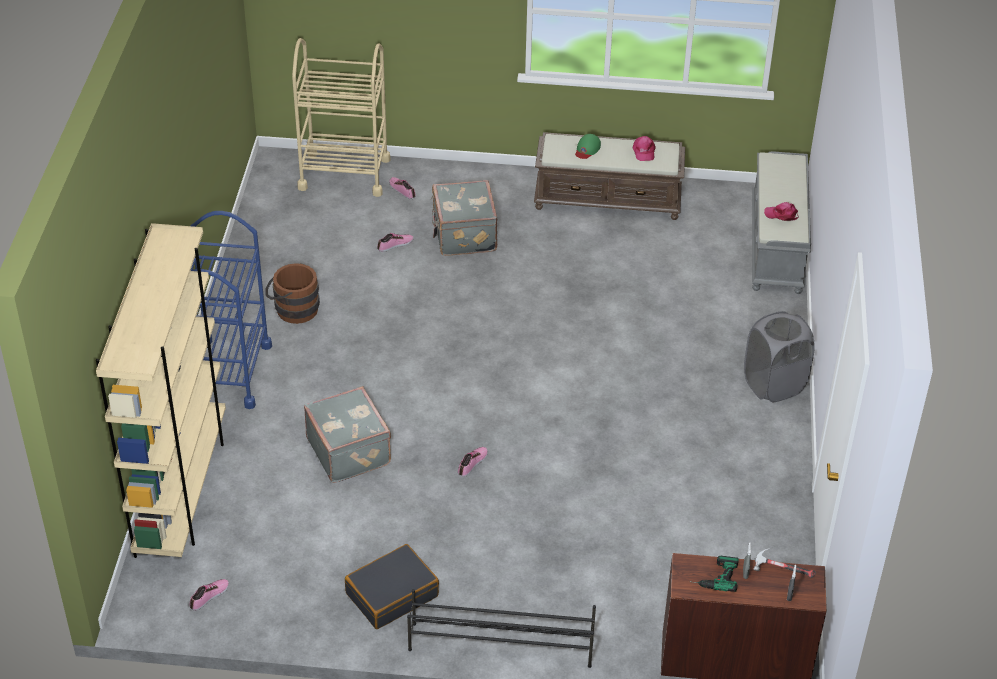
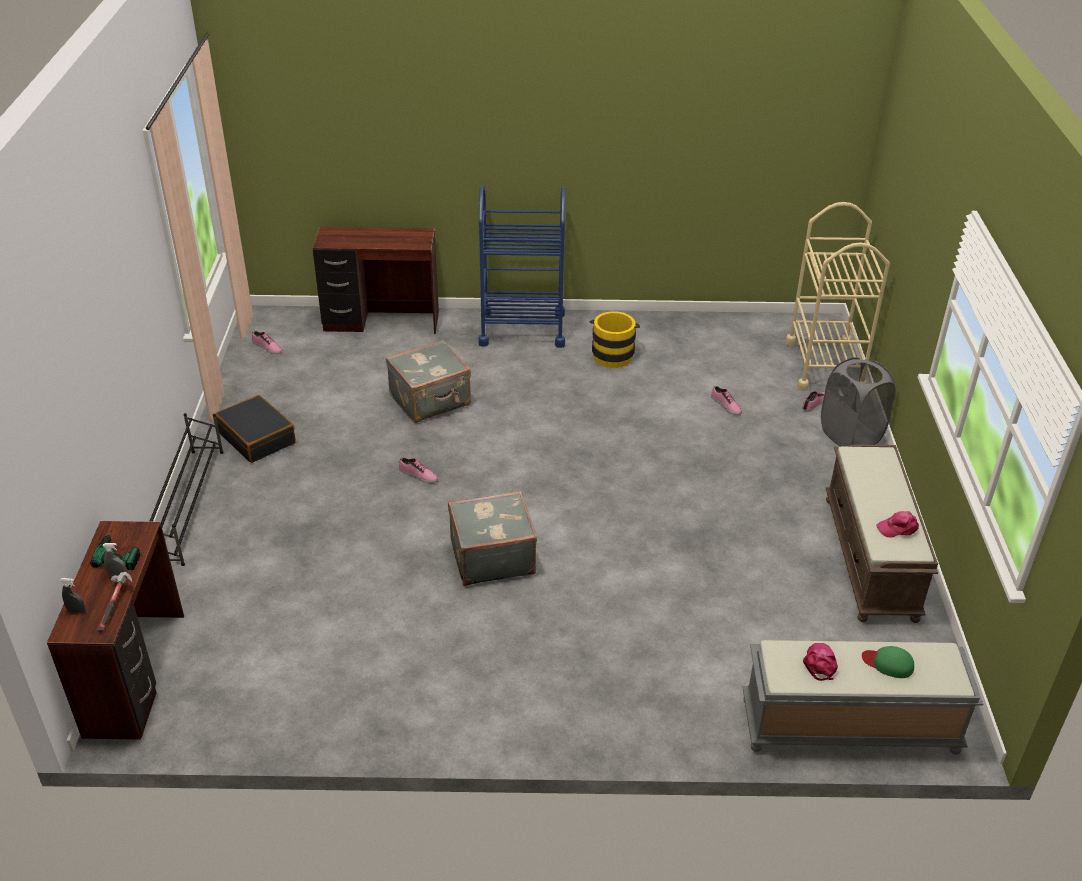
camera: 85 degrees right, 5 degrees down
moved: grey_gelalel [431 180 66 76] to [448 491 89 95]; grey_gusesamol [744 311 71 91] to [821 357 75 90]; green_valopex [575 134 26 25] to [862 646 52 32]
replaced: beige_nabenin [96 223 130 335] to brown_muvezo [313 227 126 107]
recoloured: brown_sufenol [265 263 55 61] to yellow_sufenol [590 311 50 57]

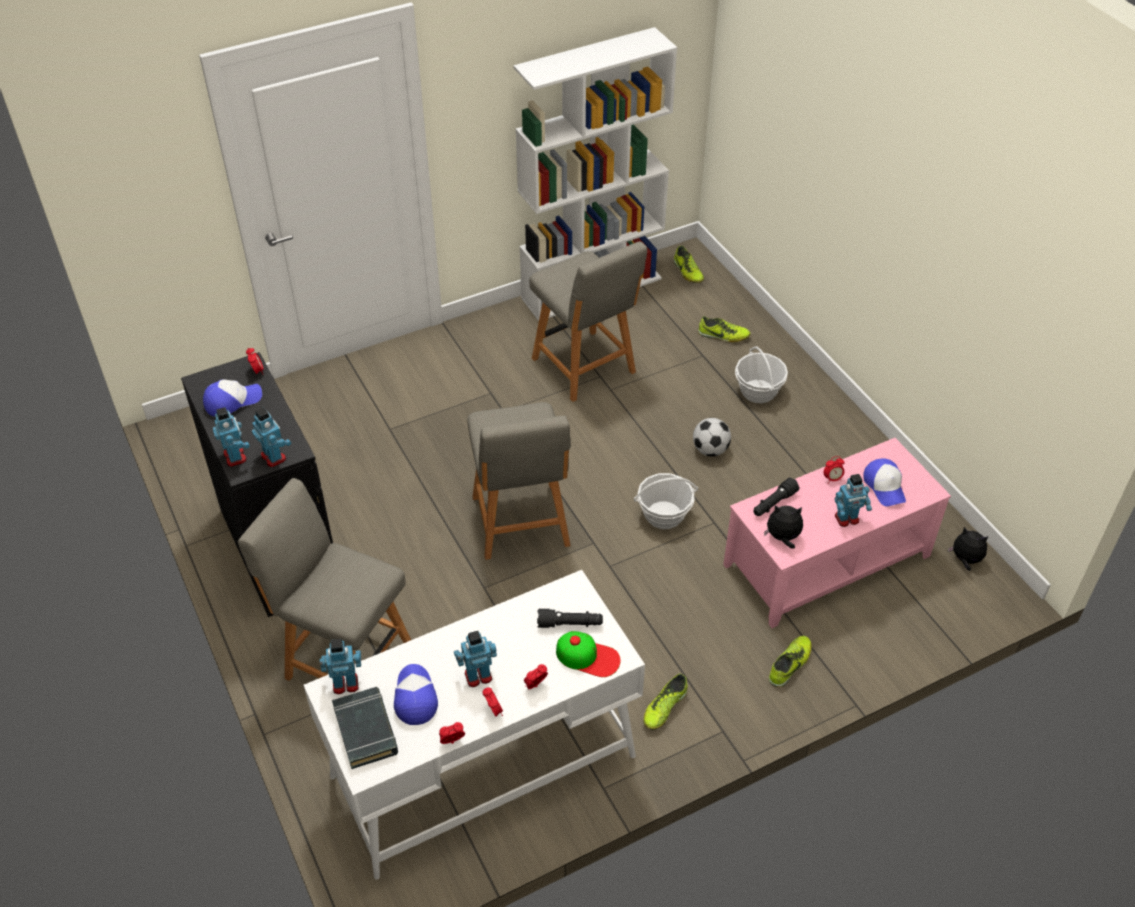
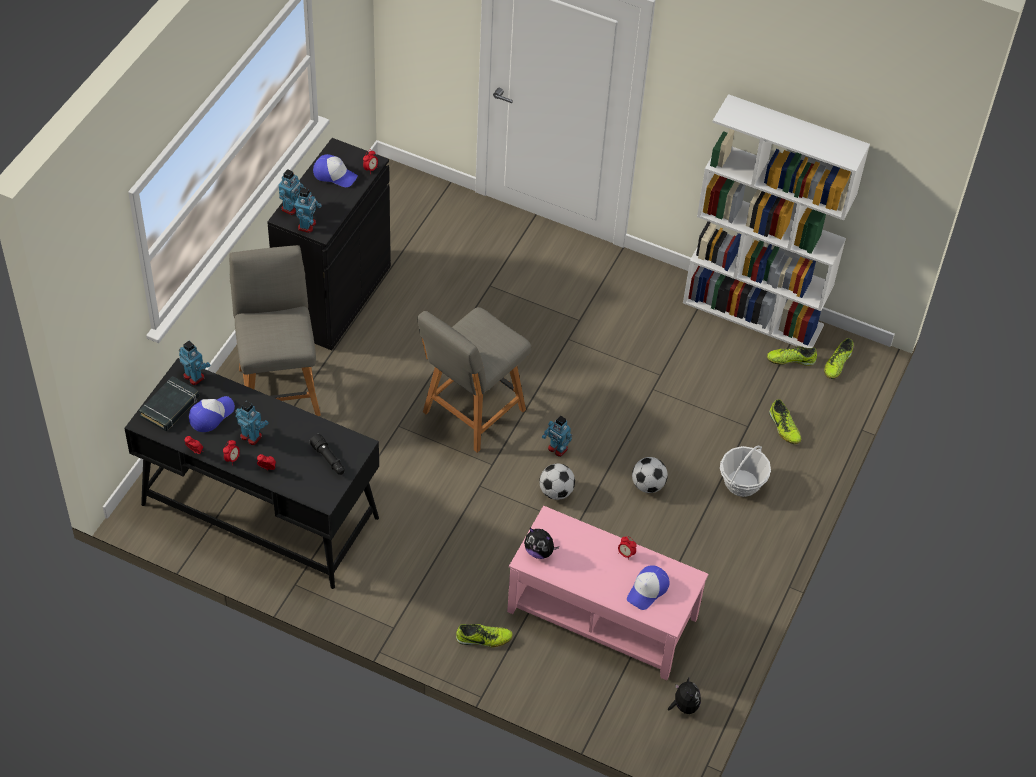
camera: 50 degrees right, 5 degrees up
removed: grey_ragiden [529 242 118 160]; valopex [556 631 65 46]; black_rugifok [753 478 47 38]
moved: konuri [835 474 37 53] to [542 415 30 42]; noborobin [643 674 45 56] to [767 346 50 20]
replaced: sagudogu [634 473 64 56] to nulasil [539 464 36 36]
recoloured: white_muvezo [304 570 341 310] to black_muvezo [124 358 255 231]
turned: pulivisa [764 505 39 44] = [524 528 35 31] 150 degrees clockwise

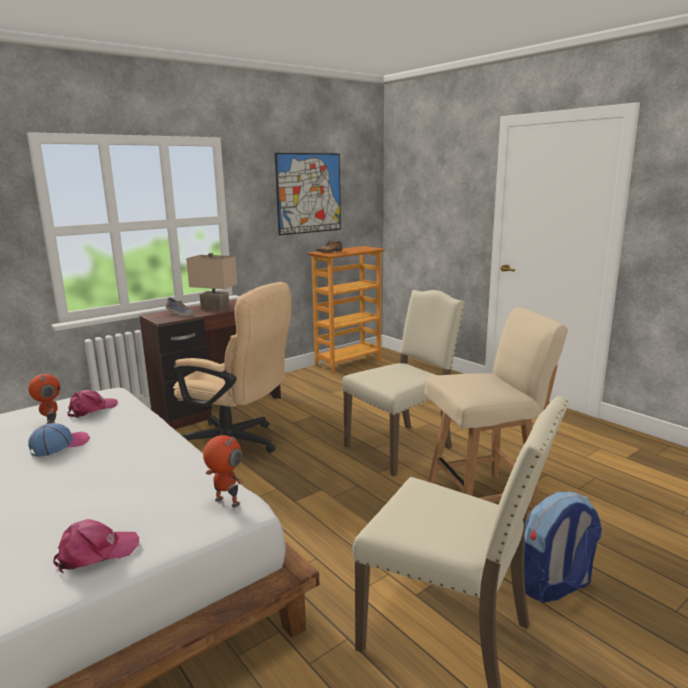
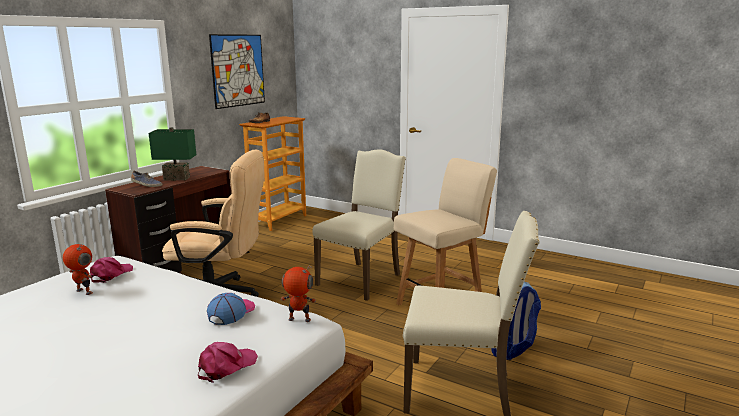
camera: 20 degrees left, 0 degrees up
moved: valopex [28 423 62 34] to [207 293 48 32]
recoloured: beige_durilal [186 253 51 58] to green_durilal [149 127 47 53]

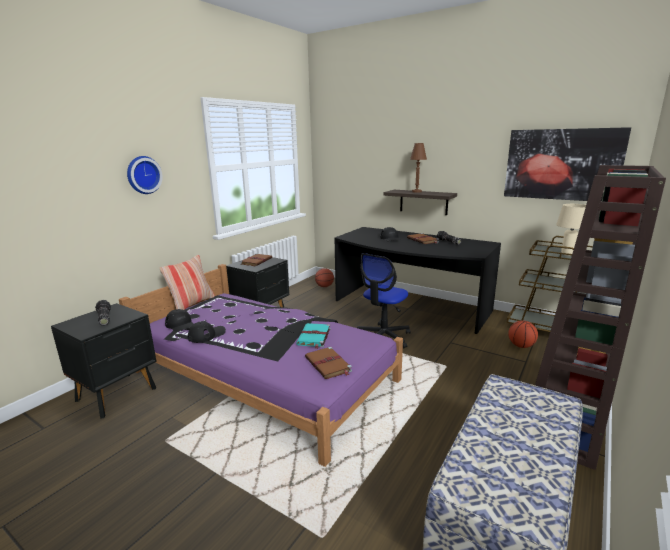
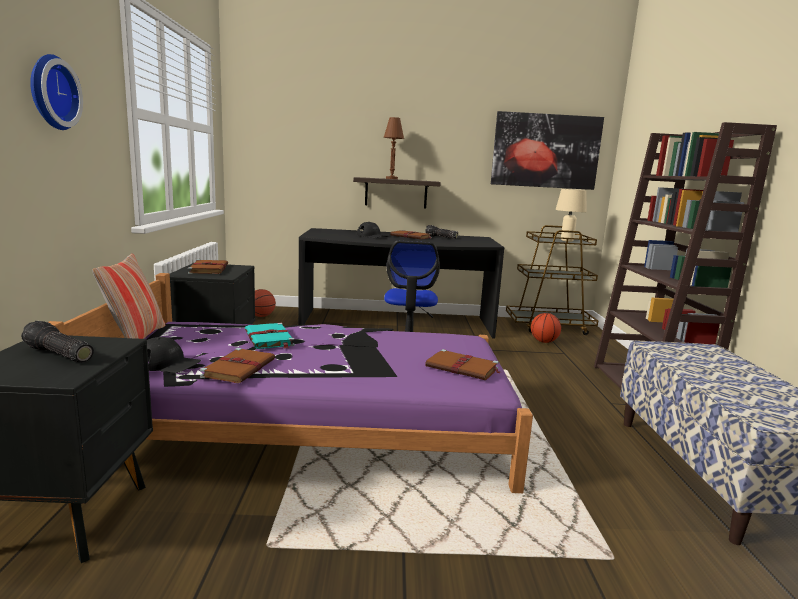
camera: 35 degrees left, 5 degrees down
moved: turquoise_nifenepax [296 323 35 26] to [245 323 50 26]
replaced: black_valopex [188 321 38 22] to brown_nifenepax [200 348 75 35]

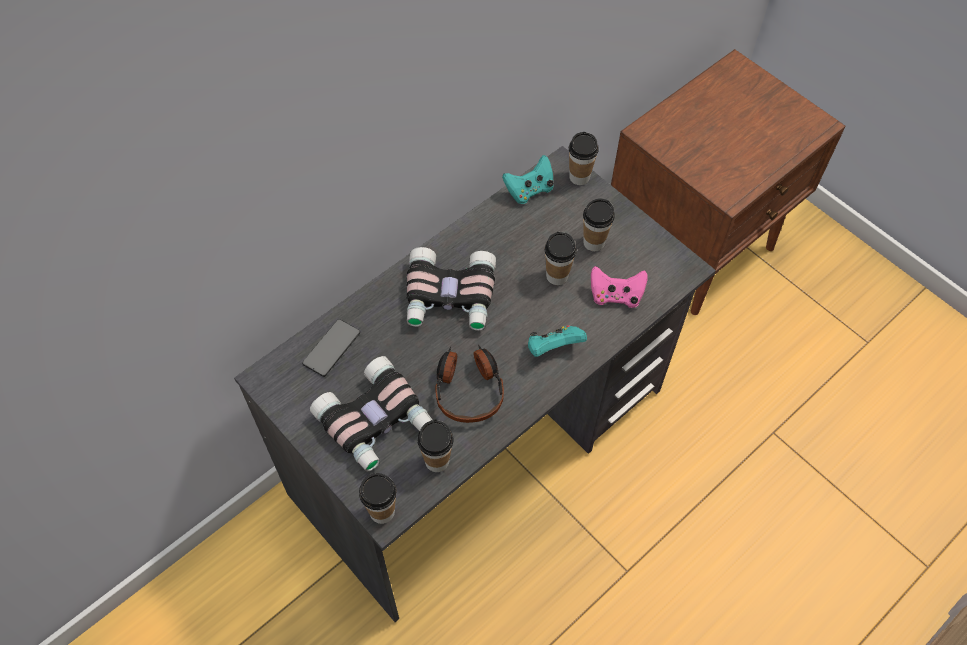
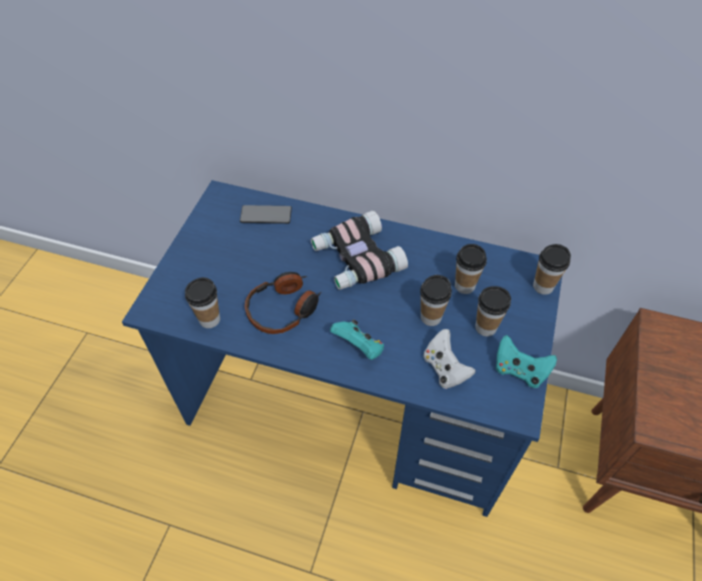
camera: 60 degrees right, 5 degrees down
removed: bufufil [310 356 122 116]
moved: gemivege [359 473 38 51] to [455 244 32 50]; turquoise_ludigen [502 155 52 49] to [496 335 61 53]
recoloured: grey_muvezo [234 146 482 476] to blue_muvezo [122 180 440 337]; pink_ludigen [591 266 57 42] to white_ludigen [424 329 51 60]

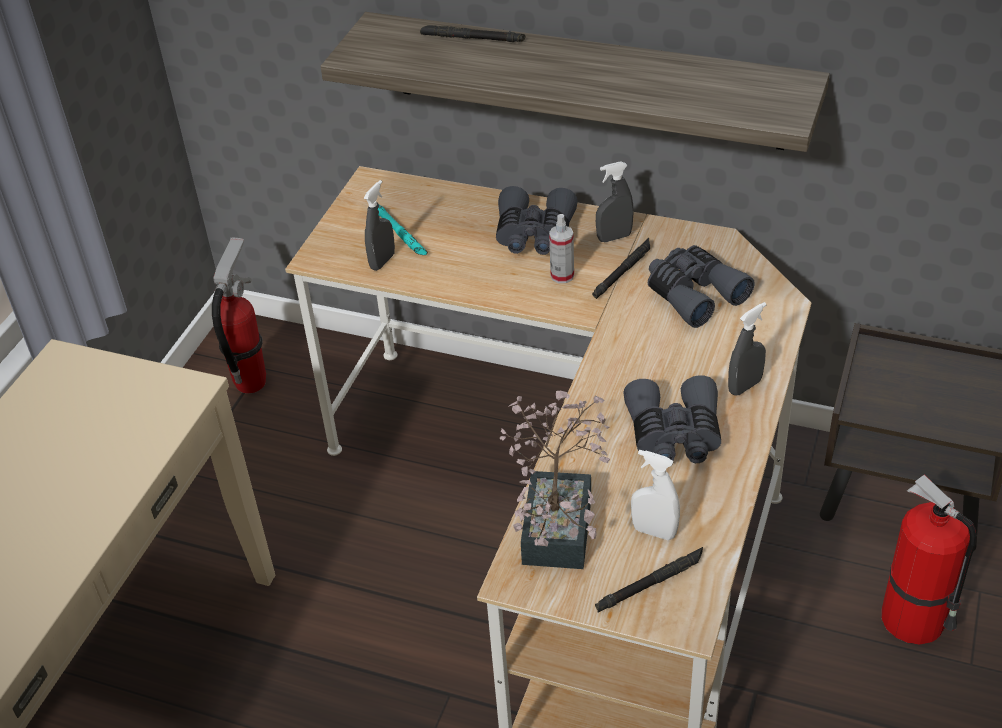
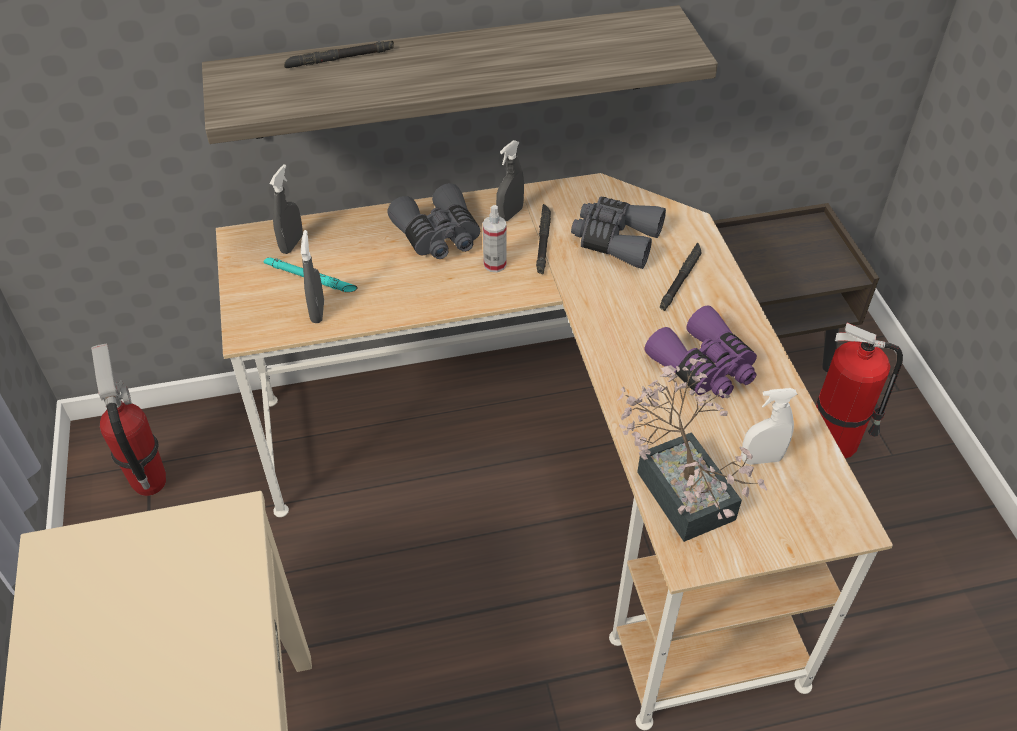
camera: 35 degrees left, 5 degrees up
moved: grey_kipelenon [728 302 38 93] to [269 164 34 90]; black_rugifok [595 547 108 65] to [660 242 41 69]
recoloured: grey_bufufil [623 375 98 88] to purple_bufufil [645 305 112 93]

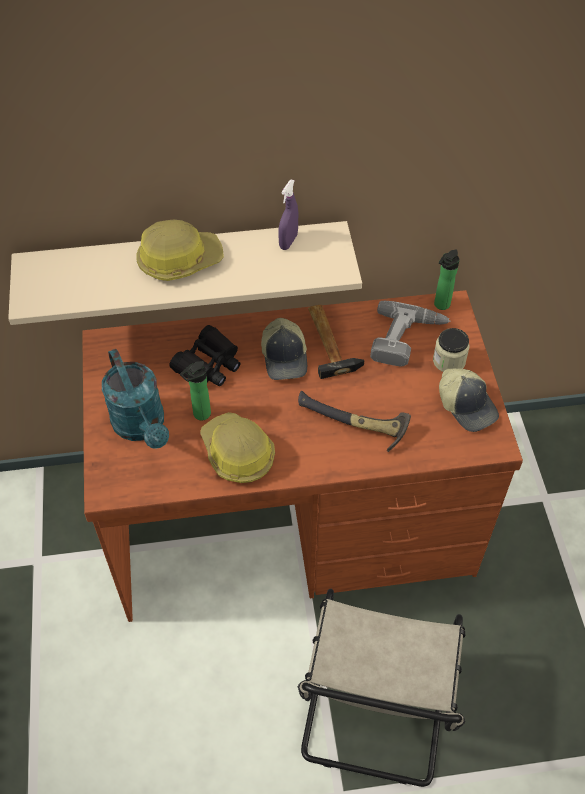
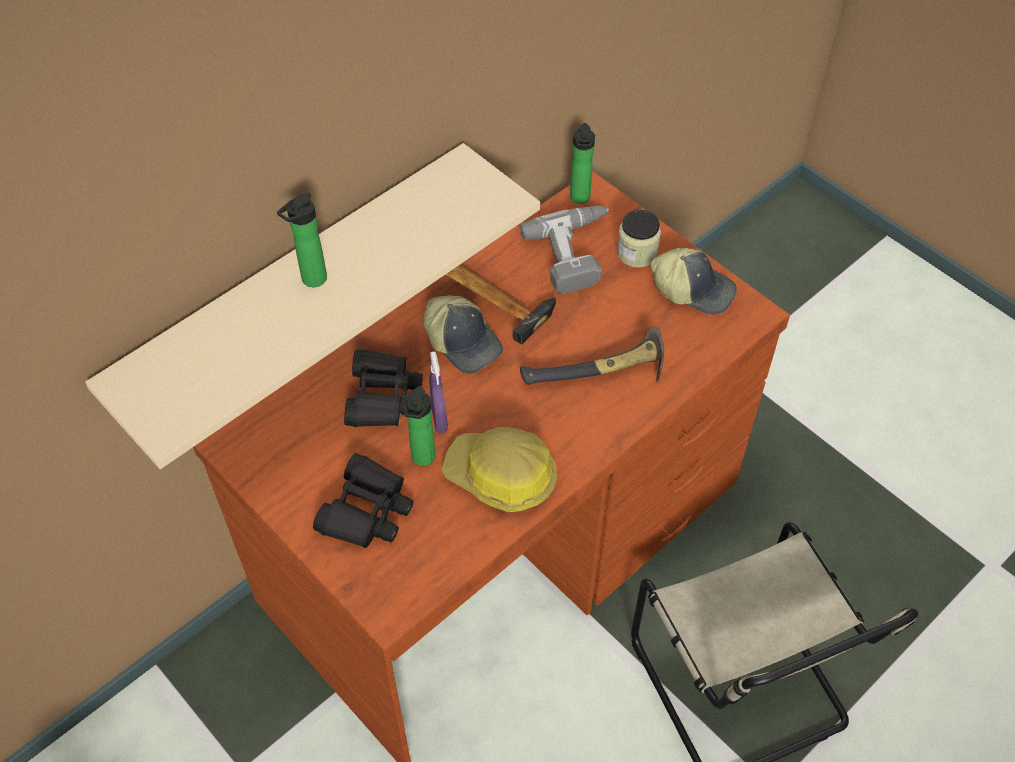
camera: 35 degrees left, 0 degrees up
moved: purple_kipelenon [278 180 20 70] to [429 351 19 82]
replaced: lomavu [136 219 88 62] to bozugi [277 193 50 94]; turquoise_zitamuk [102 349 67 100] to black_bufufil [313 453 100 95]

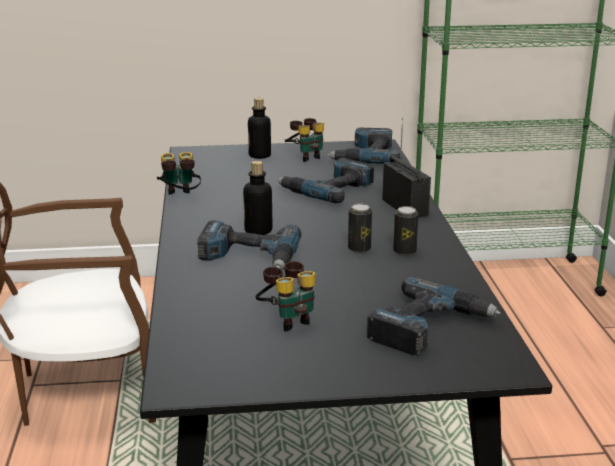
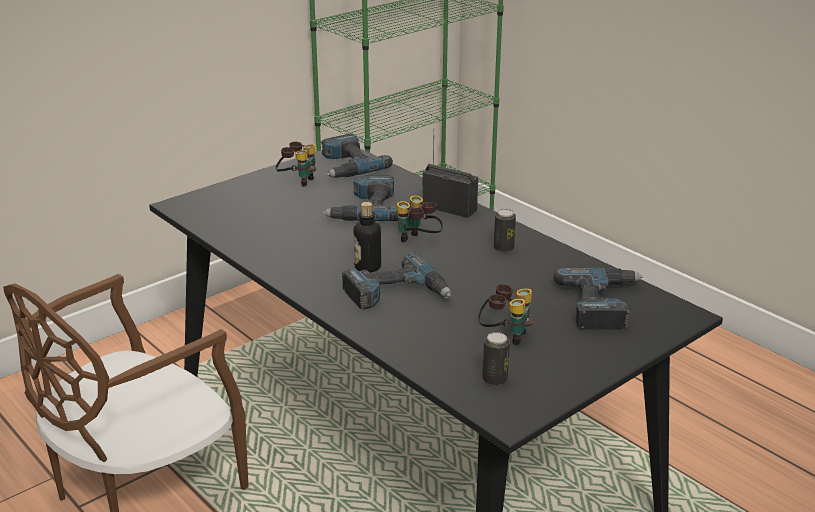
camera: 35 degrees left, 5 degrees up
removed: bozugi [248 98 23 61]
moved: bufufil [157 152 44 43] to [397 196 46 46]; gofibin [348 204 24 49] to [483 332 27 54]

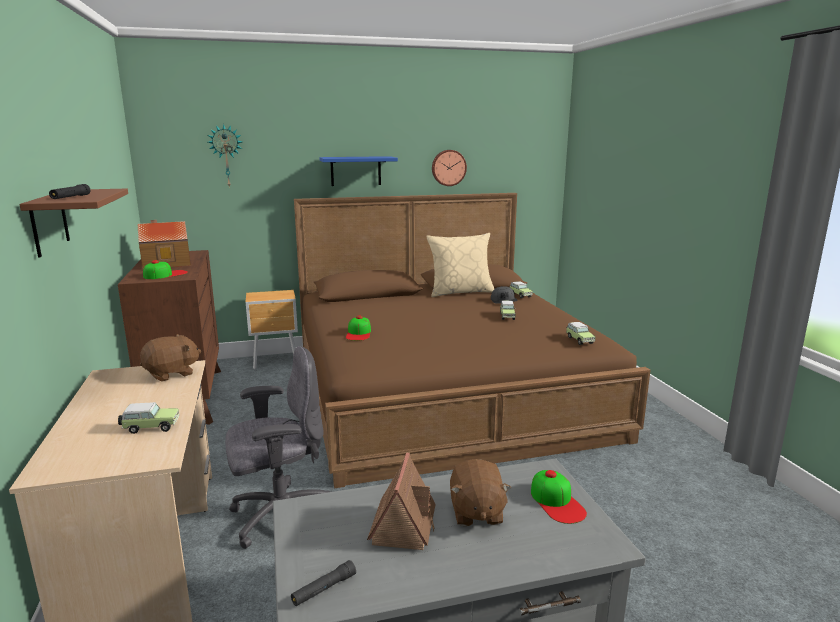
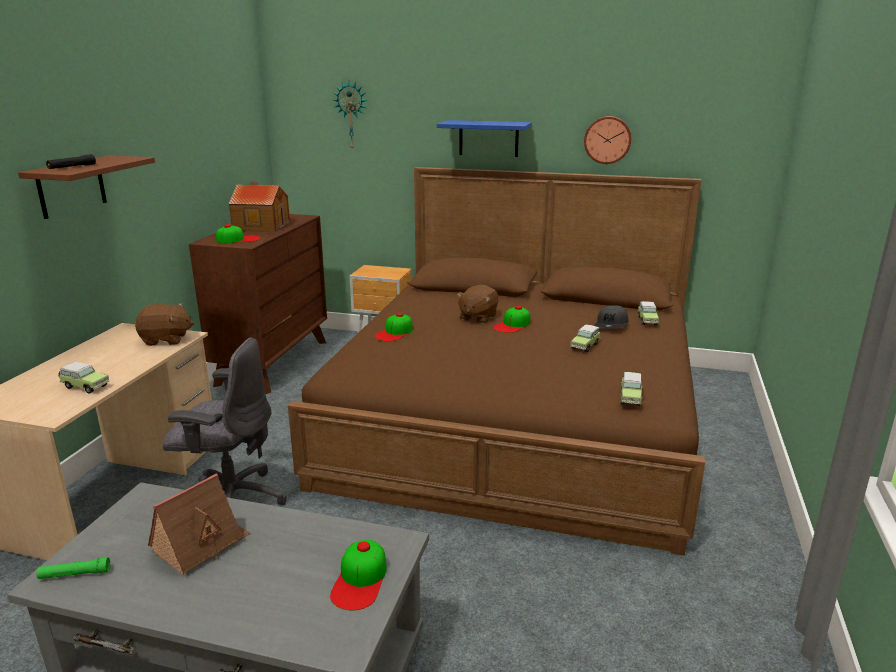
camera: 30 degrees right, 5 degrees up
removed: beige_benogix [426 233 68 64]
added: valopex [493 306 37 27]
moved: brown_pulivisa [450 459 61 67] to [457 285 41 39]
recoloured: black_rugifok [291 560 65 46] to green_rugifok [37 557 73 22]

